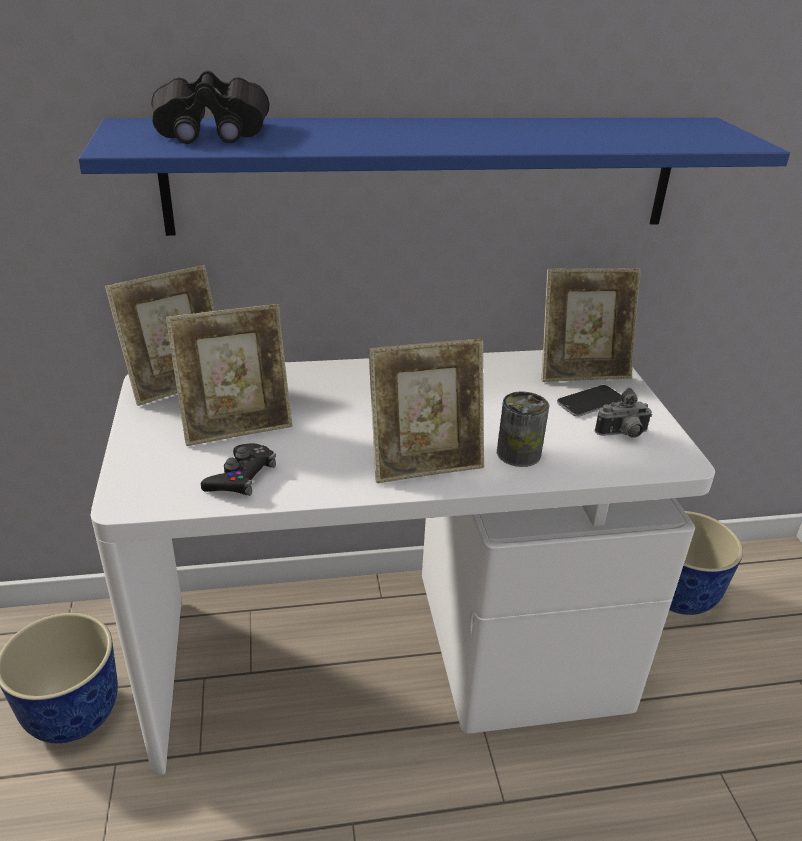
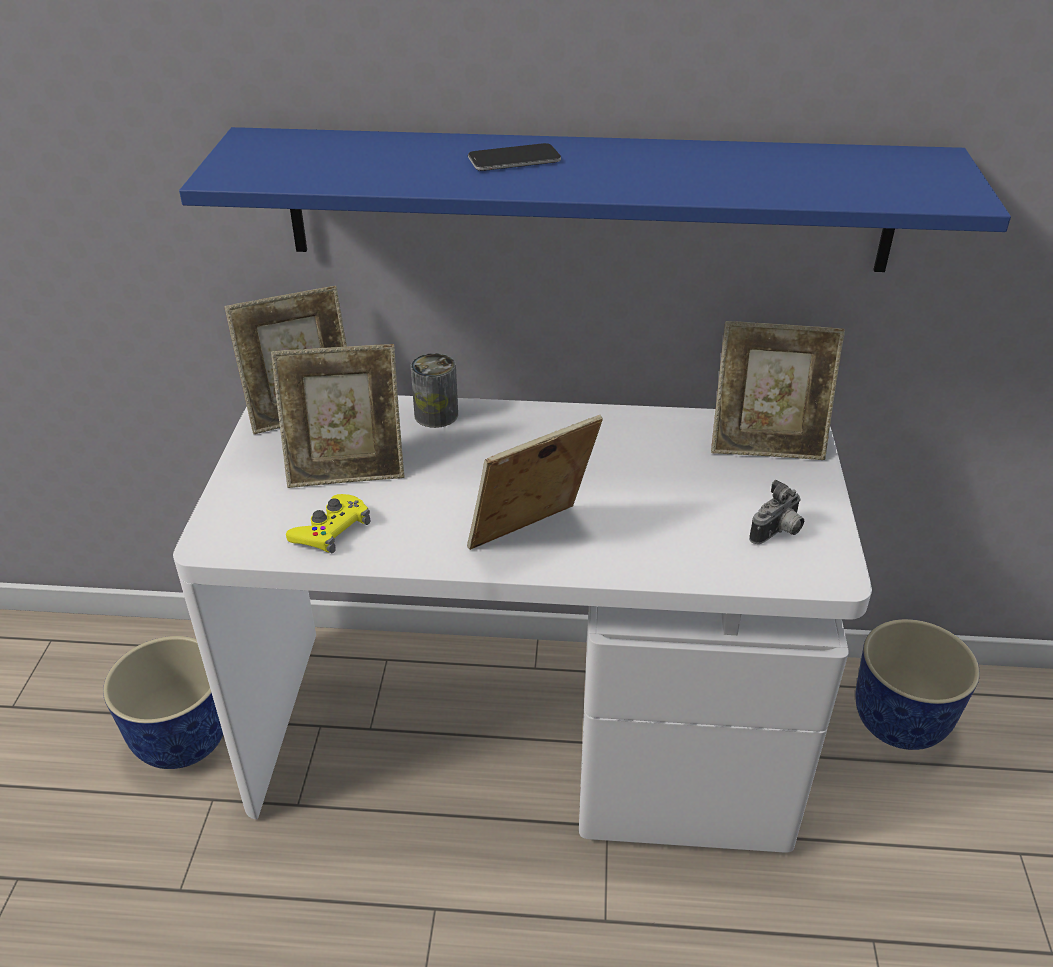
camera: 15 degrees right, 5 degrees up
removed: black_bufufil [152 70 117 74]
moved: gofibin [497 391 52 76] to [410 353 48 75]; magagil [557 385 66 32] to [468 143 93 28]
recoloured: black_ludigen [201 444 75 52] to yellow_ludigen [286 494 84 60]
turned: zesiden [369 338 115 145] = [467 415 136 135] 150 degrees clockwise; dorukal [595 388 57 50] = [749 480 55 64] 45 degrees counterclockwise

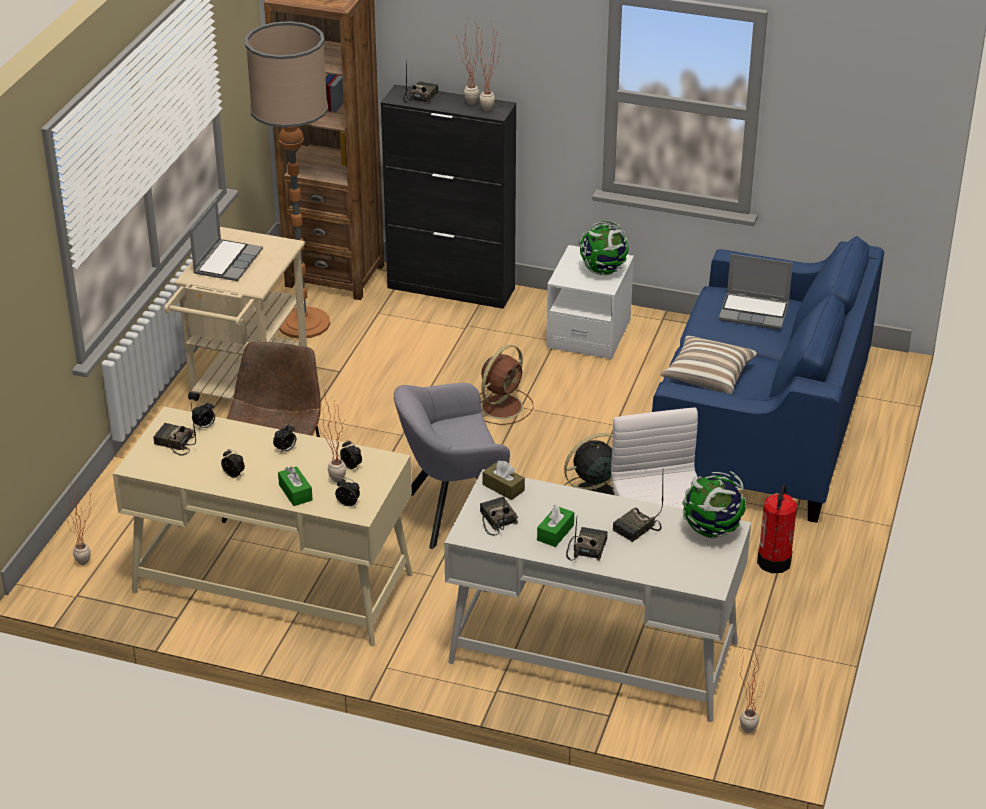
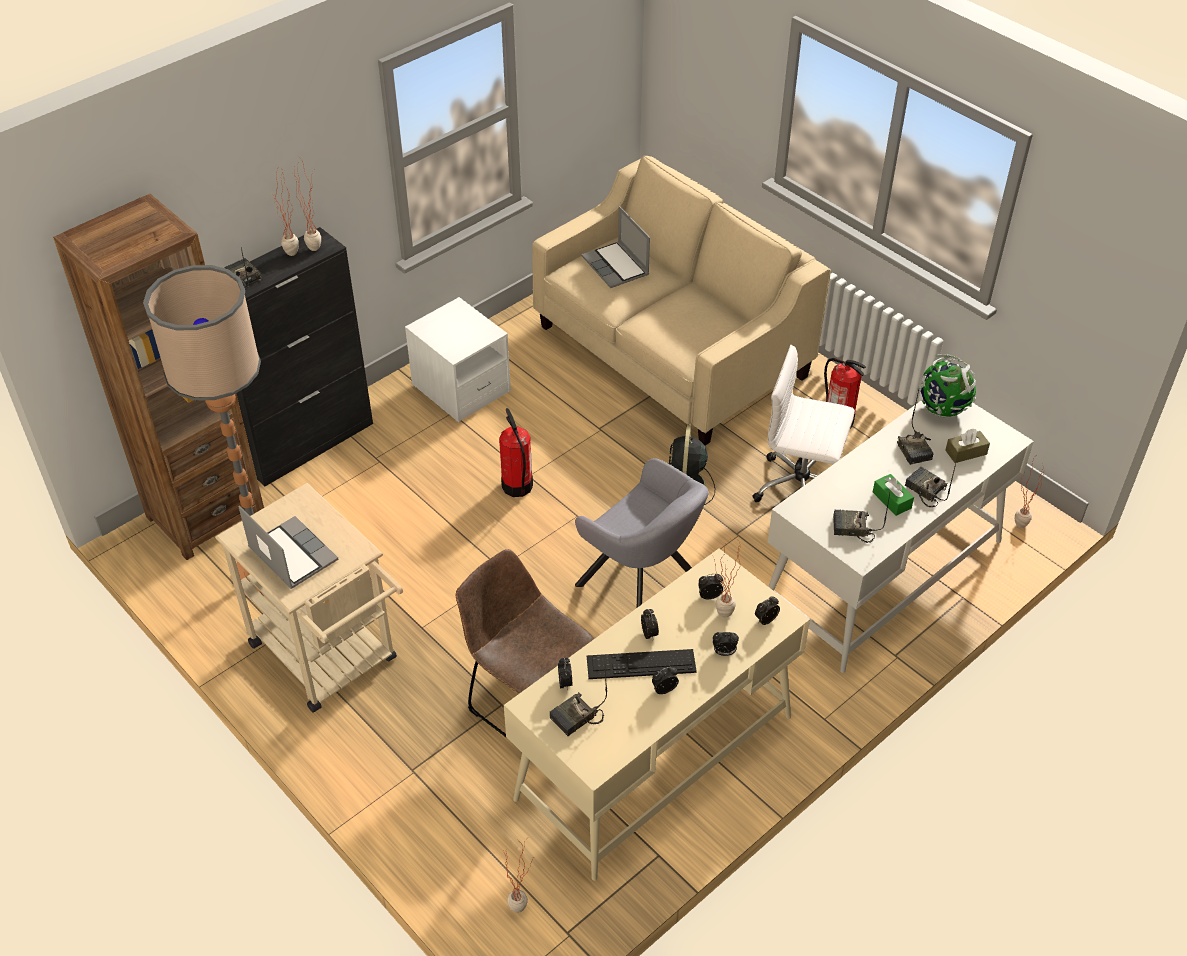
camera: 60 degrees left, 10 degrees up
removed: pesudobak [579 220 50 55]; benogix [660 335 97 59]
added: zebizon [587 649 110 30]
moved: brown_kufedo [483 461 42 39] to [945 429 45 34]
replaced: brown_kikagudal [480 345 53 80] to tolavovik [499 408 34 89]; green_kufedo [278 466 35 40] to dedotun [713 632 26 24]
recoloured: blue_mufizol [652 236 232 287] to beige_mufizol [532 156 299 290]
turned: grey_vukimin [394 383 116 166] = [575 458 134 150] 60 degrees counterclockwise; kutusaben [719 254 74 75] = [582 206 68 82] 105 degrees clockwise

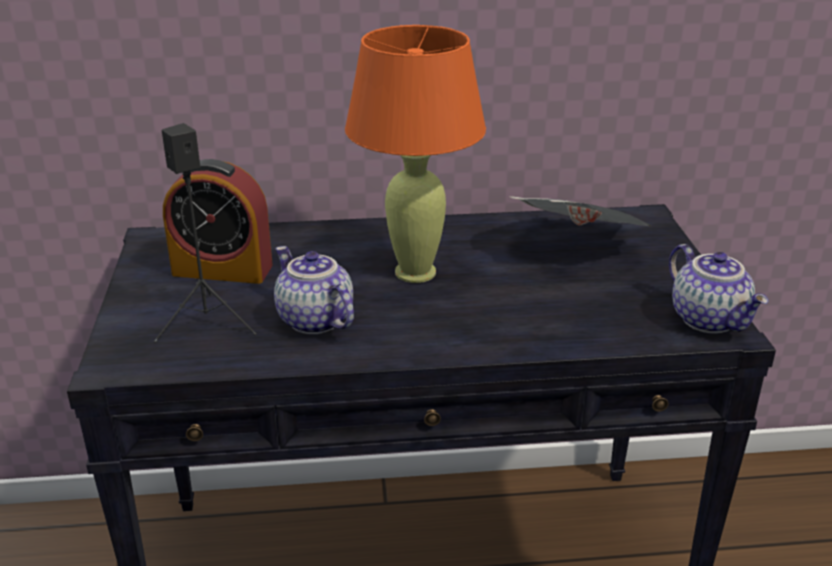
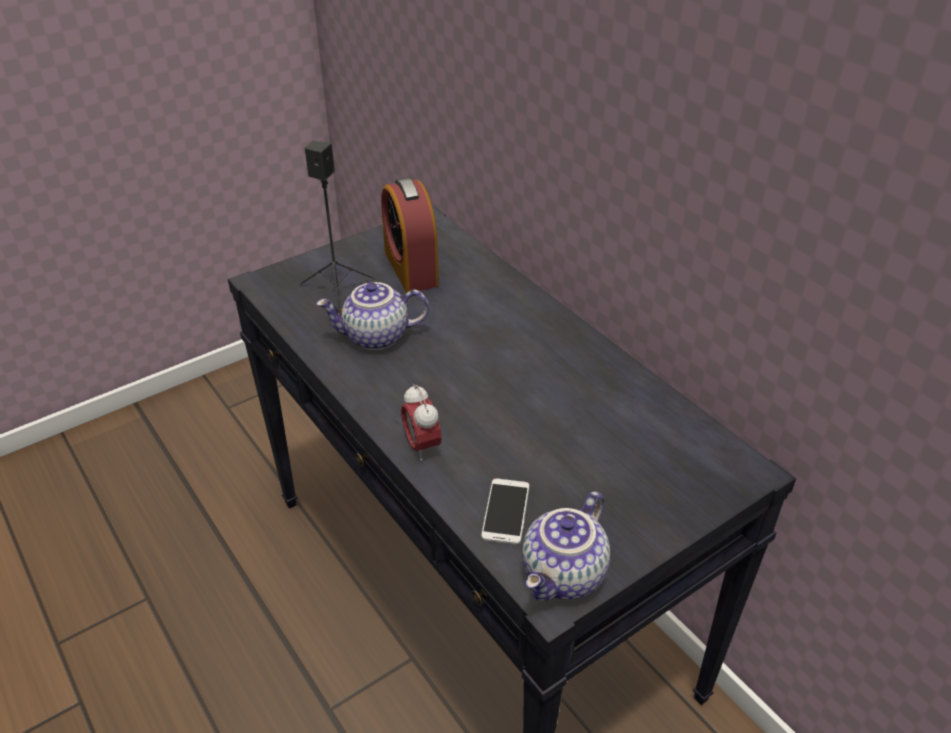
camera: 60 degrees right, 10 degrees up
removed: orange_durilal [345 25 141 258]; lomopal [509 196 143 30]
added: dedotun [401 384 41 77]; magagil [481 478 48 67]
turned: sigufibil [274 246 80 88] = [316 282 113 68] 120 degrees counterclockwise

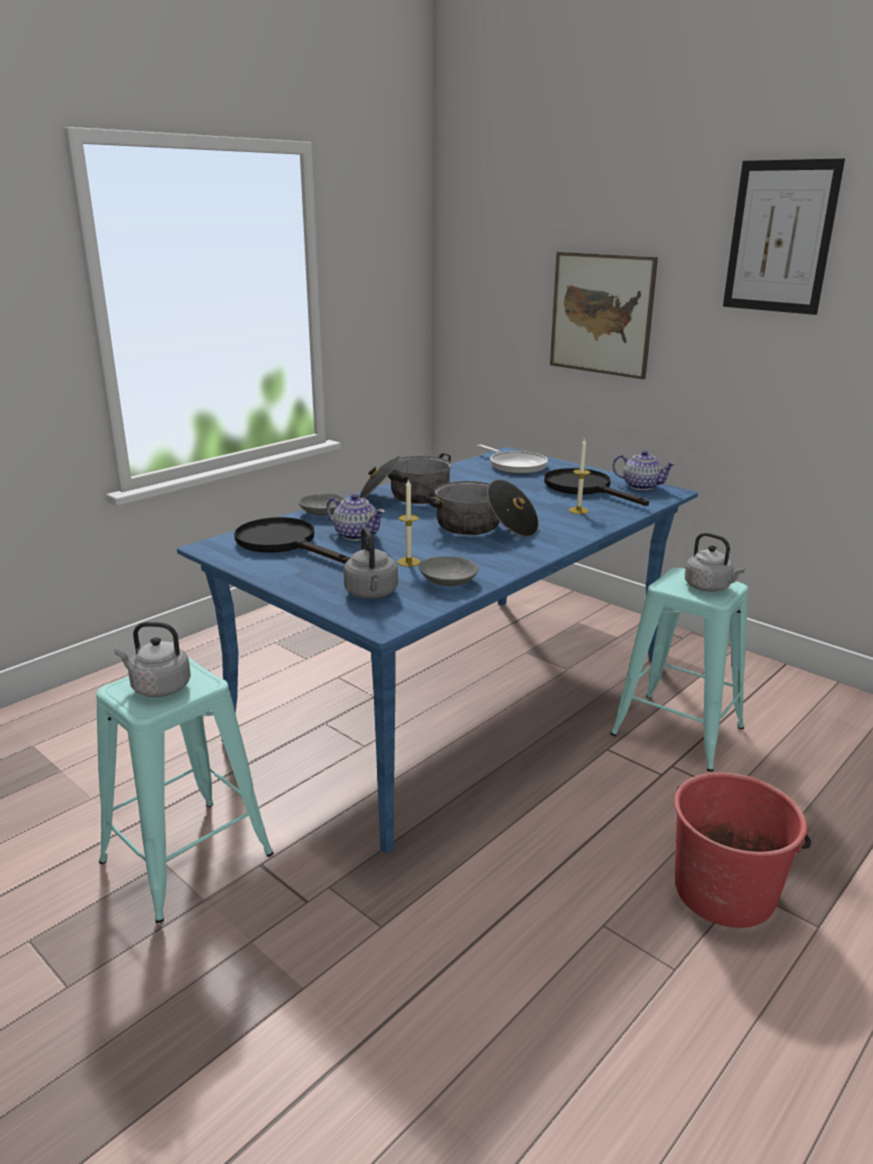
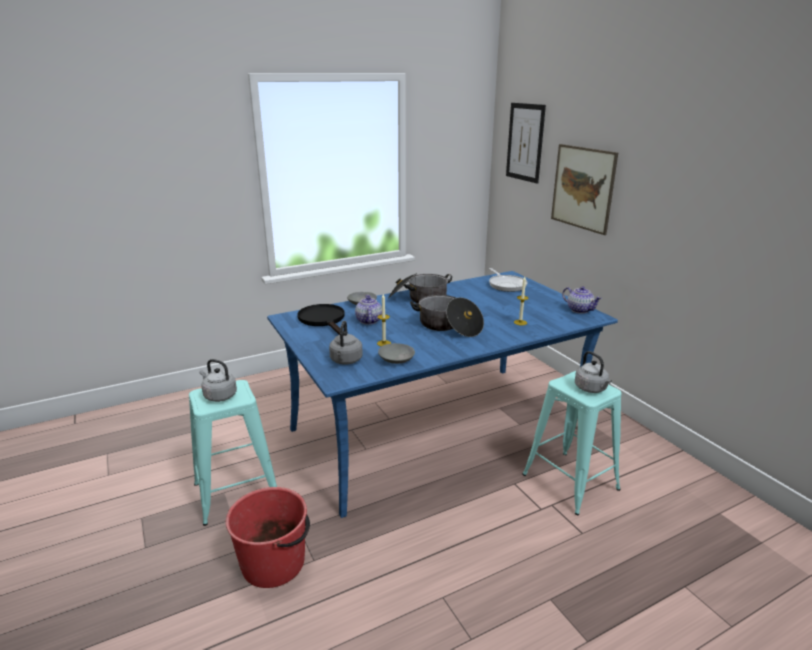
camera: 20 degrees right, 0 degrees up
removed: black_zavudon [544 468 105 38]
moved: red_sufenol [674 772 138 156] to [226 487 84 101]; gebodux [723 158 122 157] to [506 103 40 81]
turned: sigufibil [326 494 59 47] = [355 295 27 30] 150 degrees counterclockwise

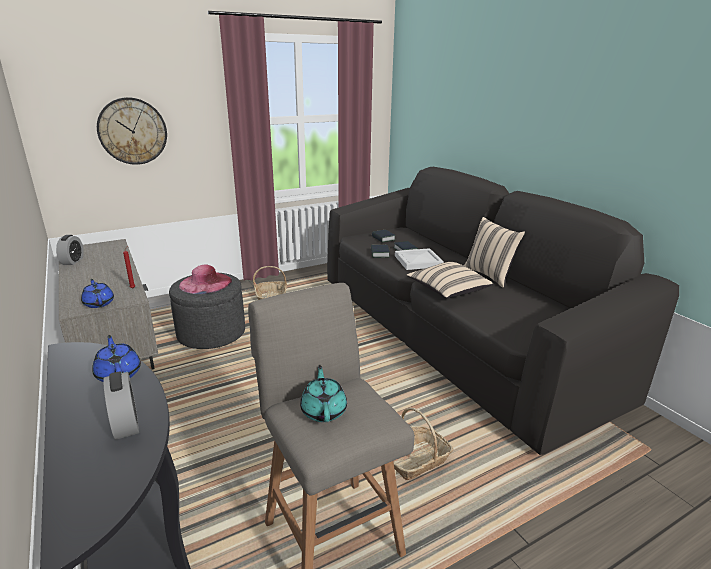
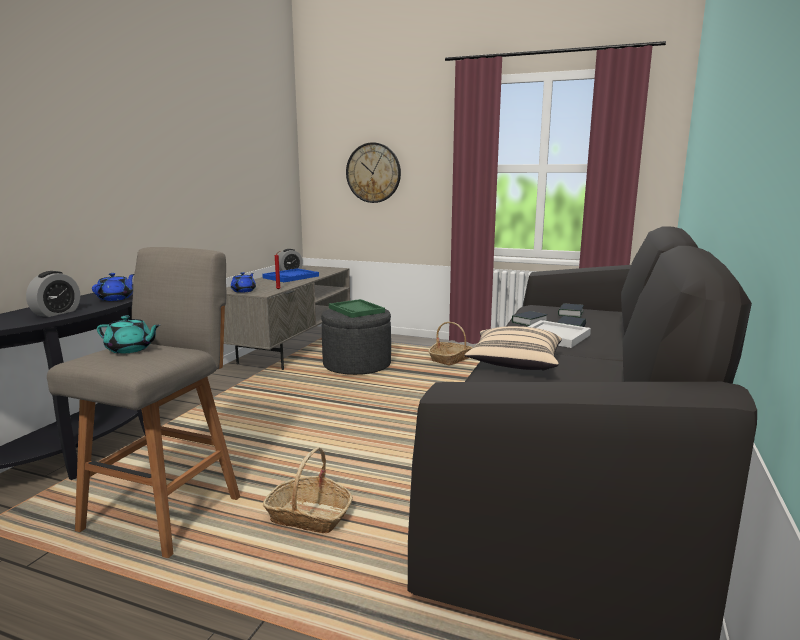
camera: 50 degrees right, 10 degrees down
removed: beige_benogix [464 217 61 71]
added: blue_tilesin [262 268 57 14]
replaced: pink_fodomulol [179 264 53 30] to green_tilesin [329 299 56 19]
turned: turquoise_sigufibil [300 365 47 57] = [97 316 63 38] 60 degrees clockwise

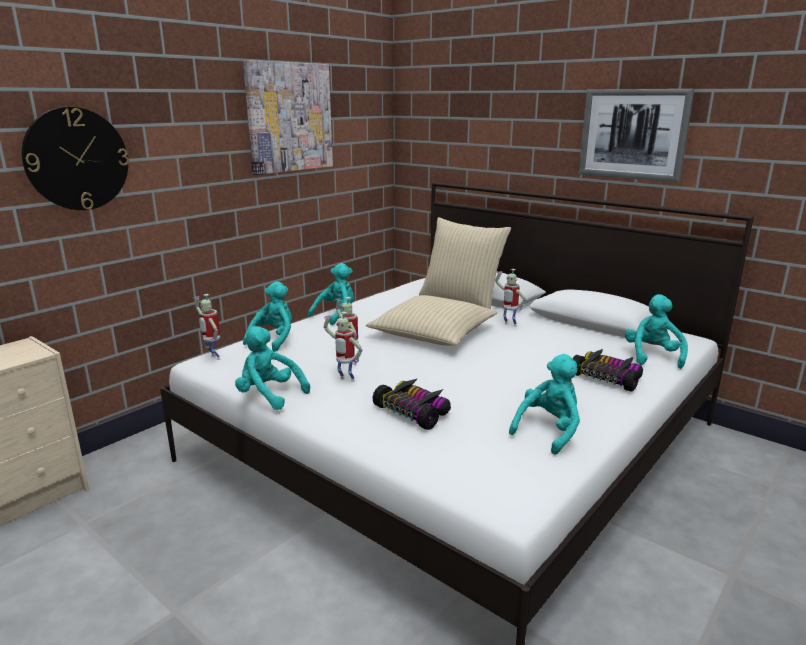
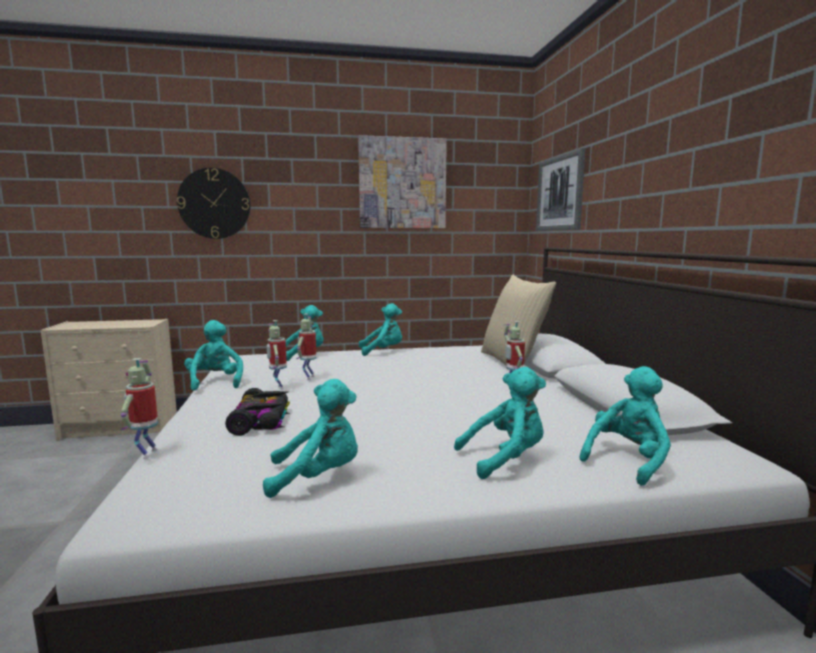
camera: 40 degrees right, 10 degrees down
removed: beige_benogix [366 295 132 51]
moved: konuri [194 294 26 66] to [121 358 37 101]; gebodux [579 89 115 93] to [536 148 50 83]
replaced: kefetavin [573 349 70 43] to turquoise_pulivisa [454 367 92 112]

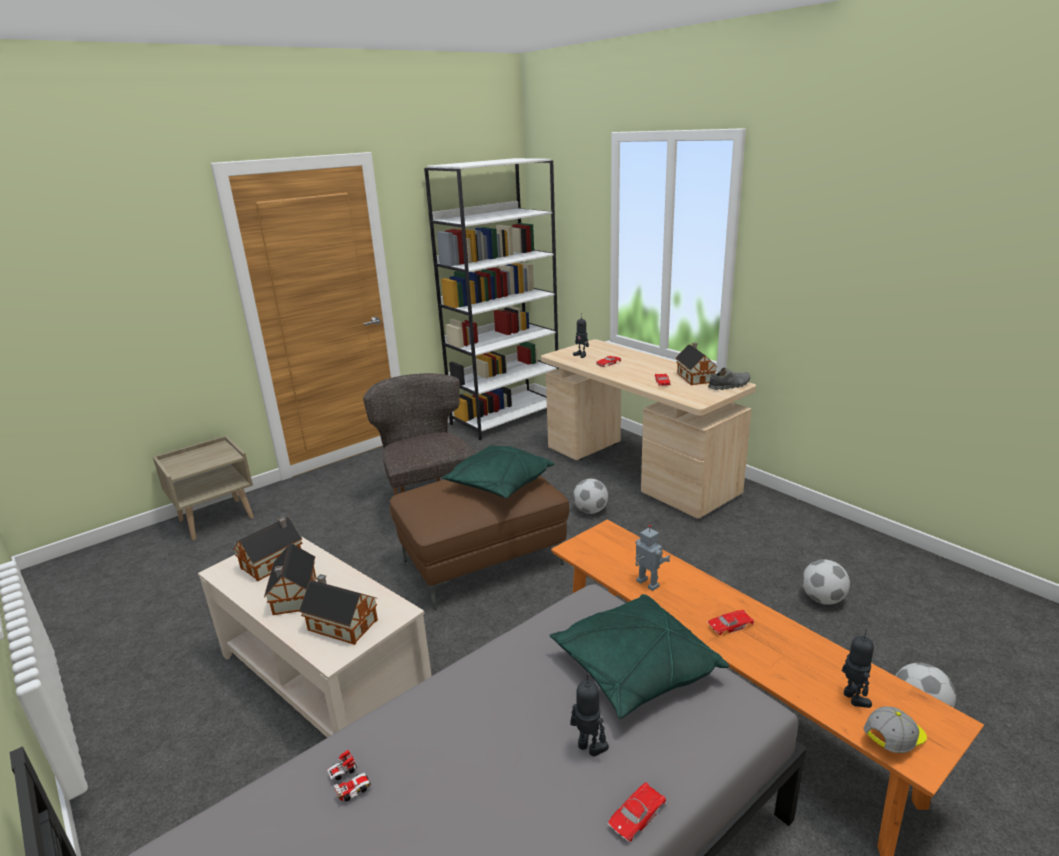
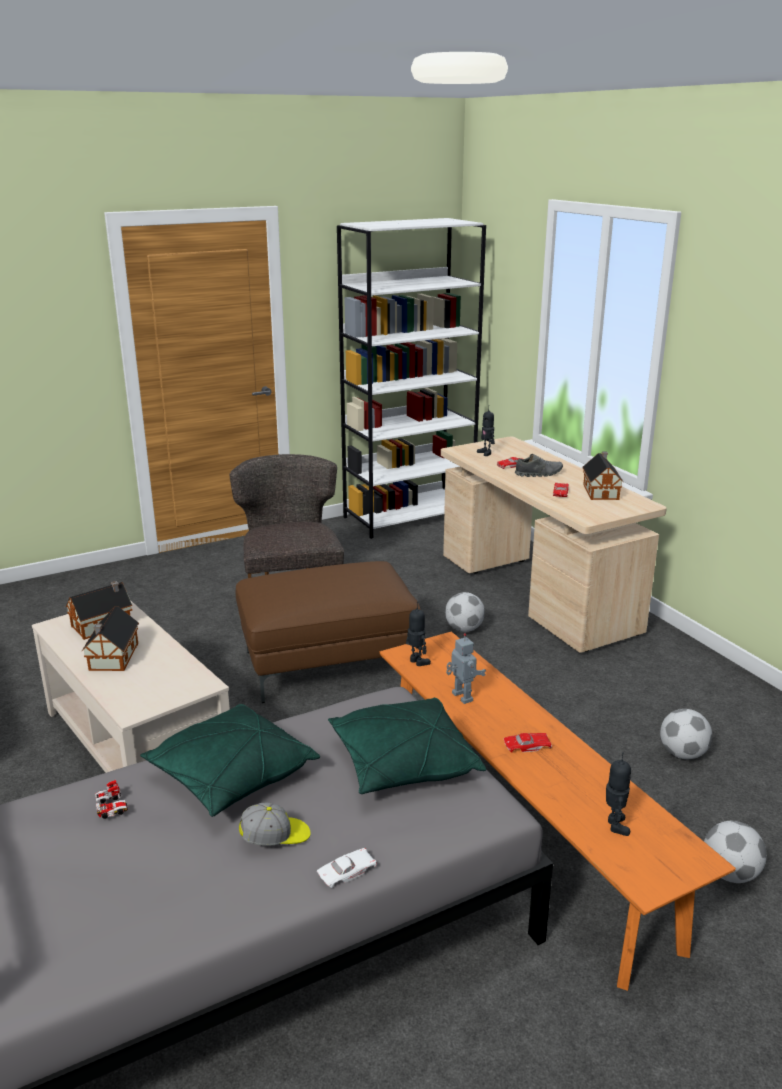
camera: 10 degrees right, 0 degrees up
removed: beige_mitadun [153 435 101 105]; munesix [299 574 79 71]
moved: green_benogix [442 445 113 54] to [140 704 180 113]; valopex [863 706 64 47] to [239 803 72 43]; konuri [570 674 39 82] to [406 602 25 64]; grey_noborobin [708 368 42 22] to [514 454 49 23]
recoloured: red_kefetavin [608 782 58 60] to white_kefetavin [317 848 60 40]

